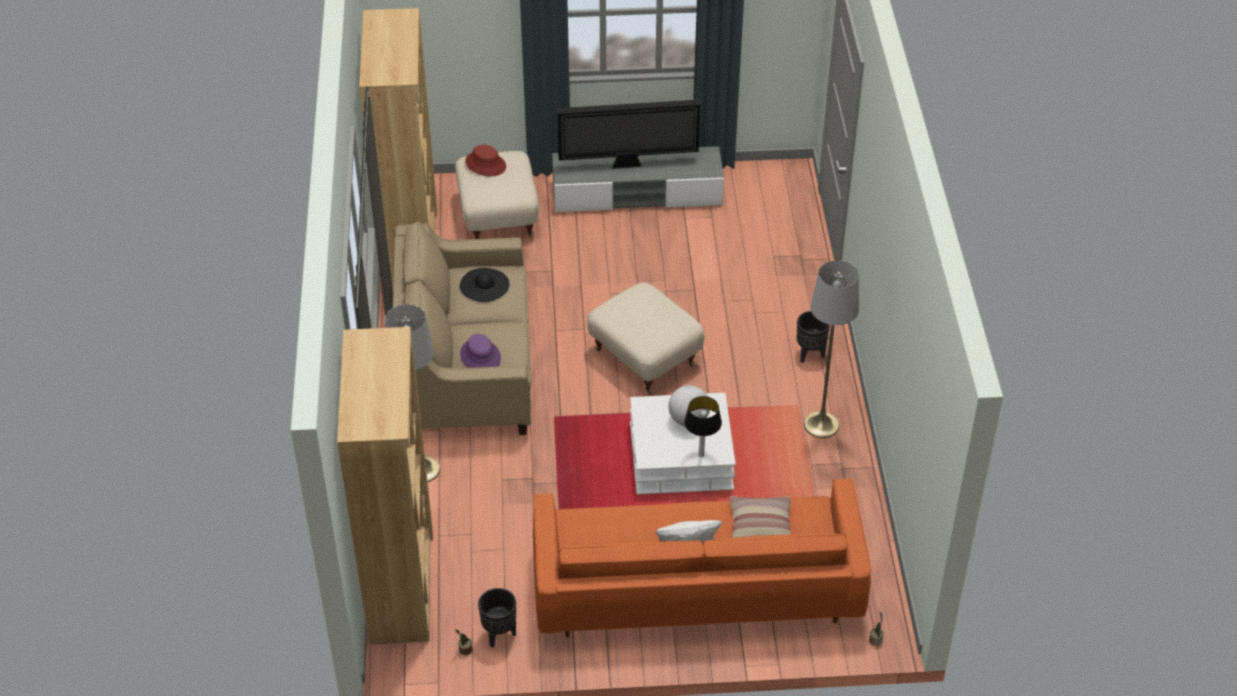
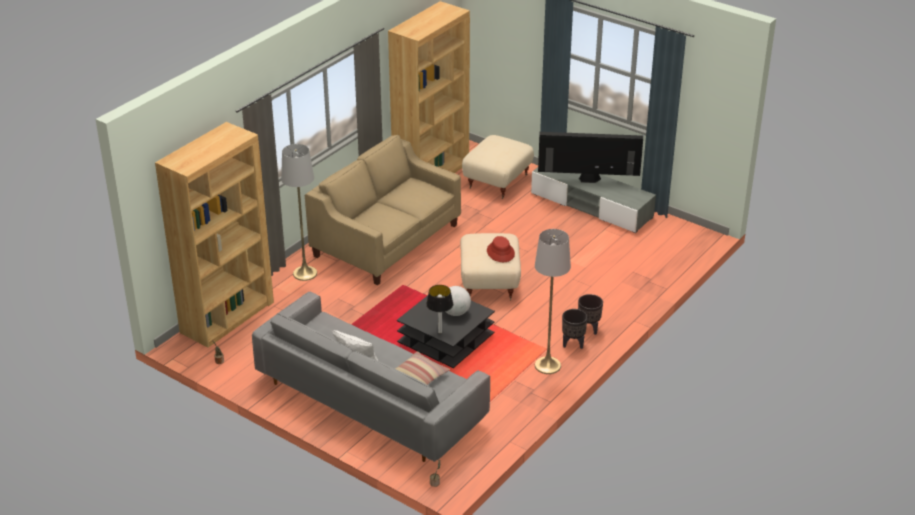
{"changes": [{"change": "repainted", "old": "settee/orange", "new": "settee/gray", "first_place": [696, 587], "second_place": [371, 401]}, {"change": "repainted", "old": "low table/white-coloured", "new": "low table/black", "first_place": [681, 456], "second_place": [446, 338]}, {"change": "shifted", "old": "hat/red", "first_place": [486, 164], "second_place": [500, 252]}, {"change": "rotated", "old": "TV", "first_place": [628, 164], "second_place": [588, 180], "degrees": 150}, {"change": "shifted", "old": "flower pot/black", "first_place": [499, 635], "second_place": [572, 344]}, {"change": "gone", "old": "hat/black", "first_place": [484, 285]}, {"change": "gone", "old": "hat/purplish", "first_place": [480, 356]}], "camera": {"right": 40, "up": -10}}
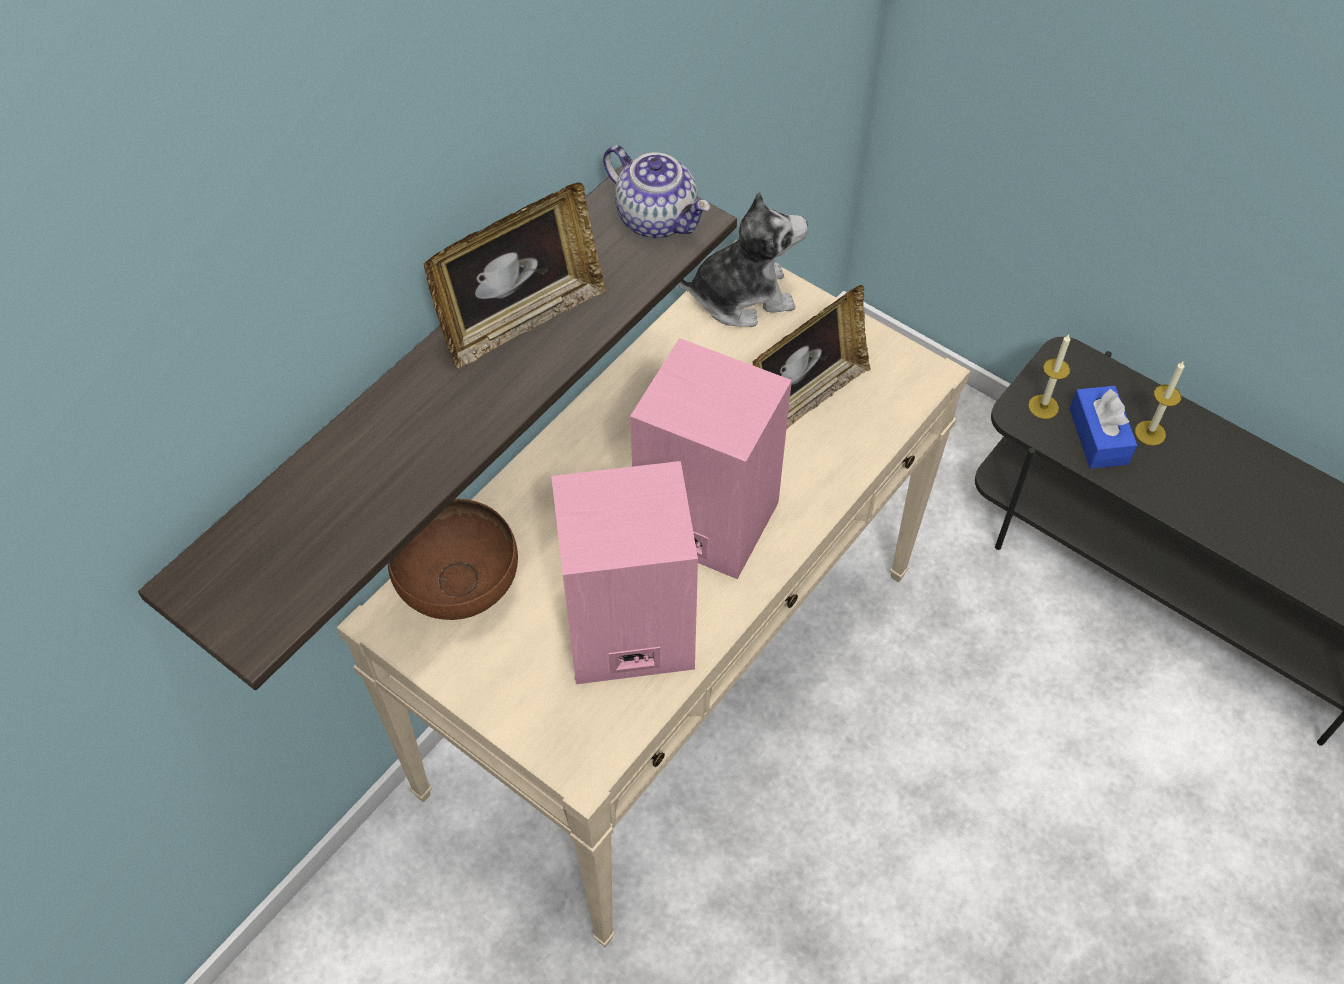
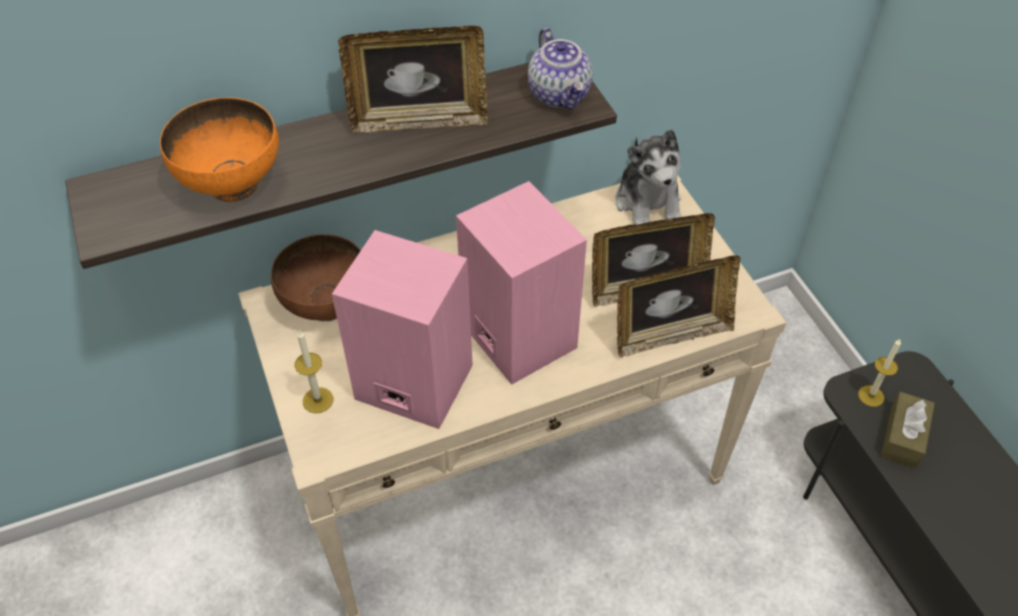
{"changes": [{"change": "new", "new": "bowl/orange", "second_place": [232, 185]}, {"change": "shifted", "old": "wax light", "first_place": [1150, 433], "second_place": [318, 400]}, {"change": "rotated", "old": "soft toy", "first_place": [741, 296], "second_place": [648, 204], "degrees": 60}, {"change": "new", "new": "picture frame", "second_place": [670, 334]}, {"change": "repainted", "old": "tissue holder/blue", "new": "tissue holder/brown", "first_place": [1098, 436], "second_place": [903, 437]}], "camera": {"right": 30, "up": -5}}
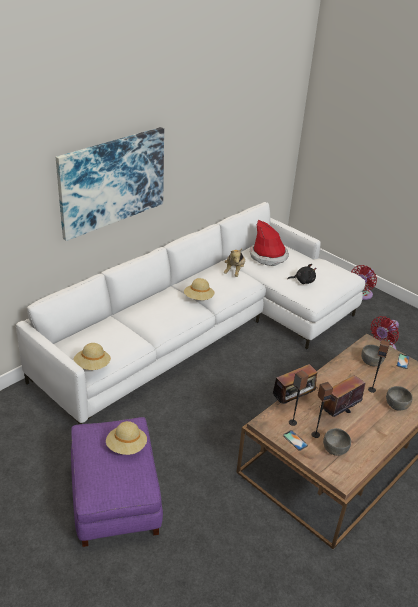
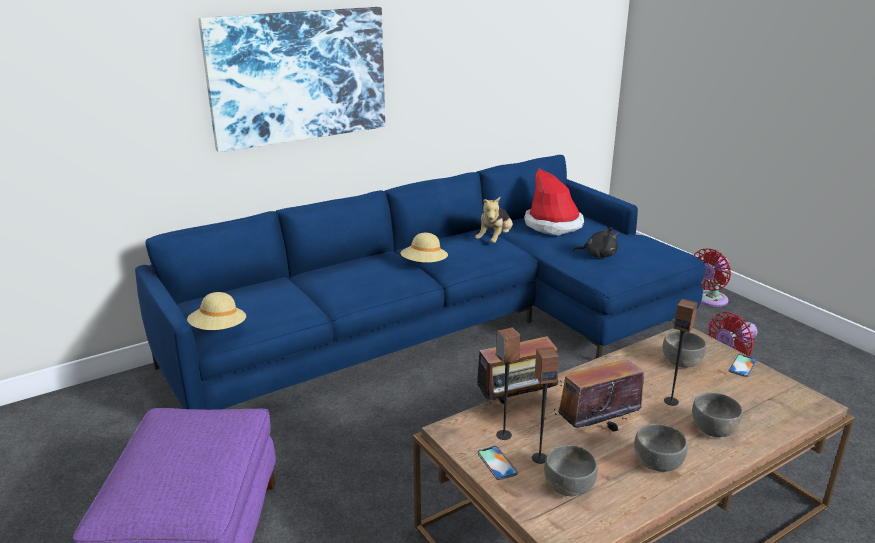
{"changes": [{"change": "repainted", "old": "settee/white-coloured", "new": "settee/blue", "first_place": [206, 331], "second_place": [446, 327]}, {"change": "new", "new": "bowl/gray", "second_place": [658, 462]}, {"change": "gone", "old": "hat/beige-coloured", "first_place": [126, 447]}], "camera": {"right": 15, "up": -10}}
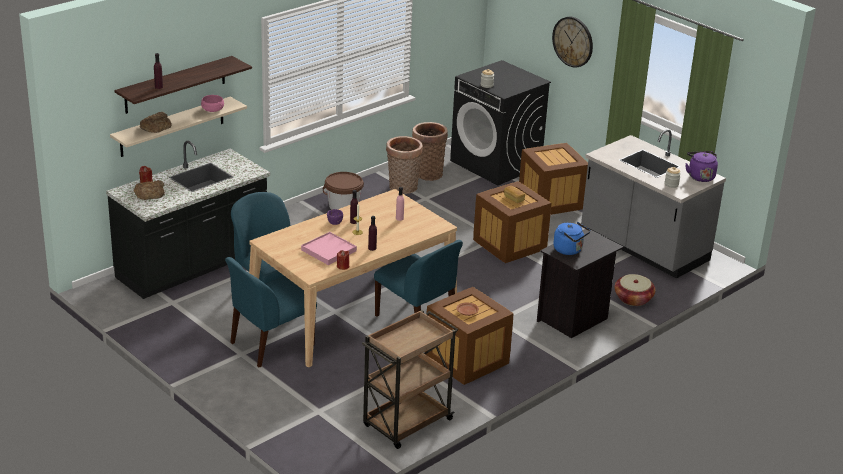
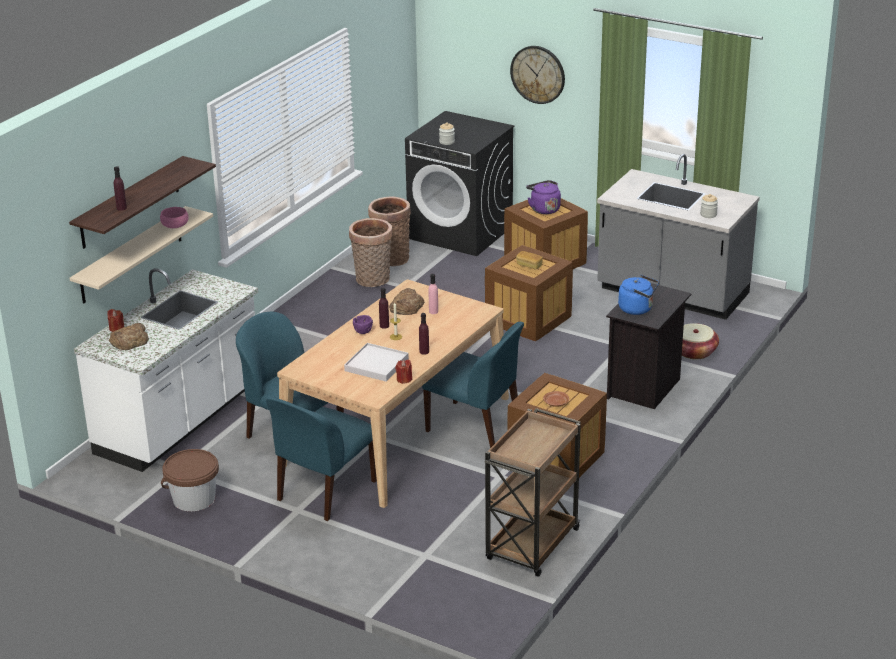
{"changes": [{"change": "repainted", "old": "counter/black", "new": "counter/white-coloured", "first_place": [193, 266], "second_place": [181, 421]}, {"change": "shifted", "old": "pail/brown", "first_place": [343, 206], "second_place": [194, 499]}, {"change": "repainted", "old": "carrying tray/pink-coloured", "new": "carrying tray/white-coloured", "first_place": [328, 250], "second_place": [376, 365]}, {"change": "shifted", "old": "bread", "first_place": [156, 126], "second_place": [406, 306]}, {"change": "shifted", "old": "tea kettle/purplish", "first_place": [700, 176], "second_place": [543, 209]}], "camera": {"right": -15, "up": 0}}
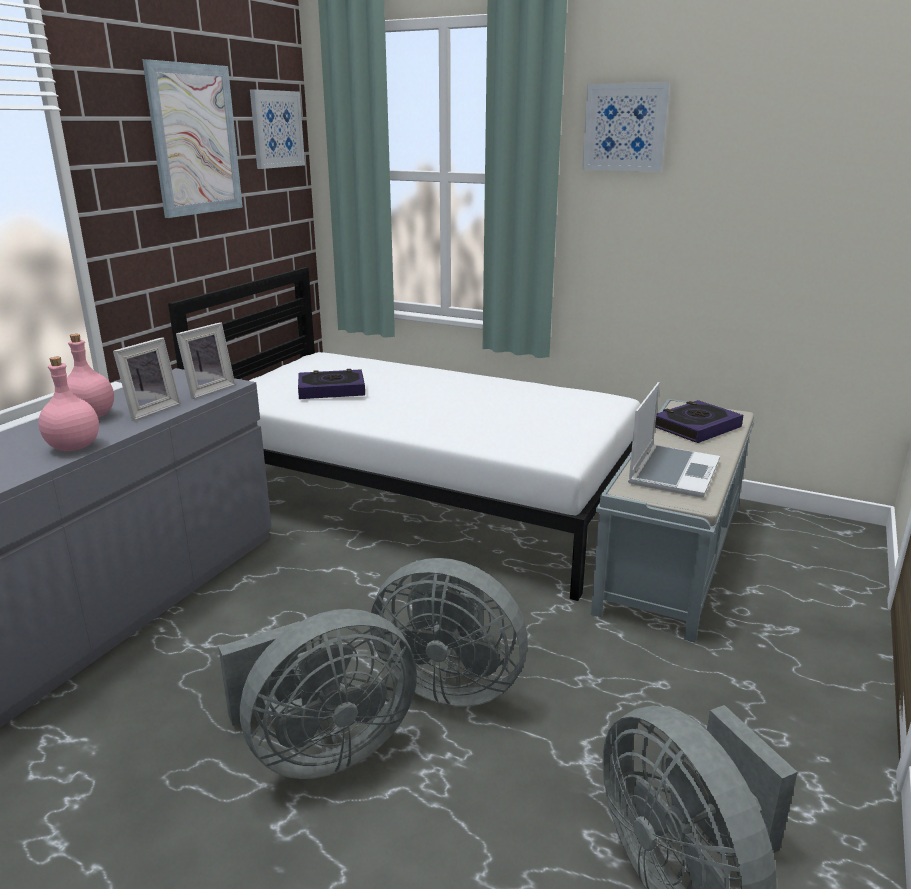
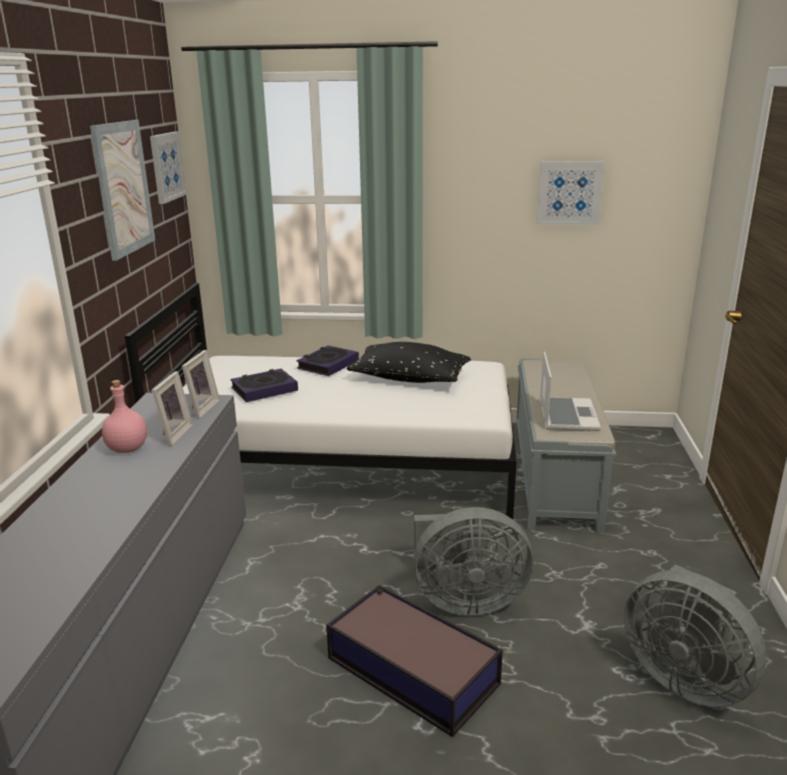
{"changes": [{"change": "shifted", "old": "volume", "first_place": [696, 427], "second_place": [328, 365]}, {"change": "swapped", "old": "fan/gray", "new": "storage bin", "first_place": [322, 750], "second_place": [411, 669]}, {"change": "new", "new": "throw pillow/black", "second_place": [409, 379]}, {"change": "shifted", "old": "picture", "first_place": [625, 127], "second_place": [569, 193]}, {"change": "gone", "old": "drink bottle/pink-coloured", "first_place": [74, 446]}], "camera": {"right": -20, "up": 0}}
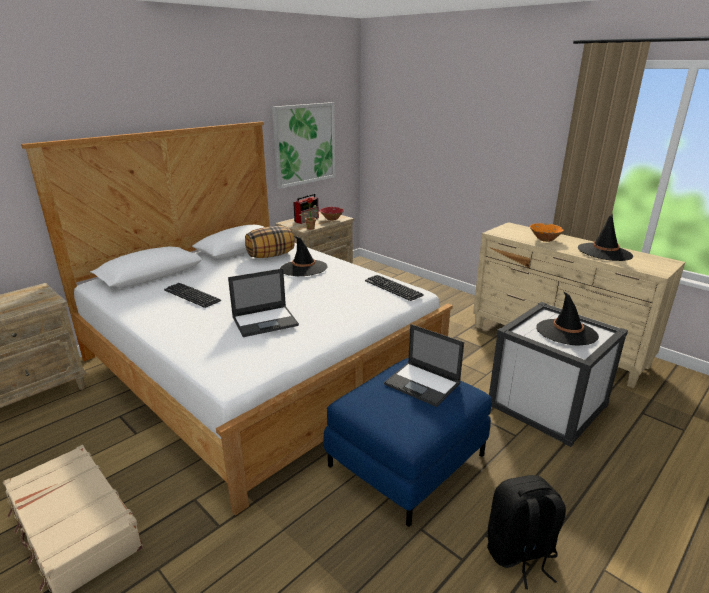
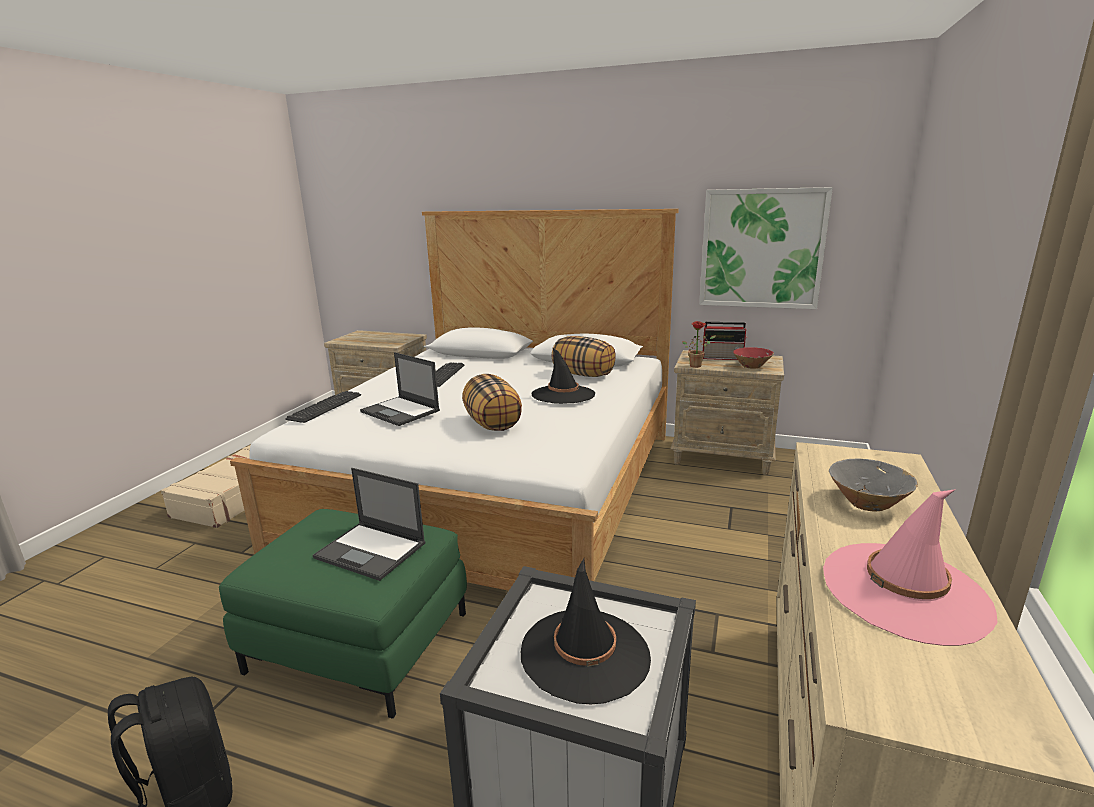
{"changes": [{"change": "repainted", "old": "footrest/blue", "new": "footrest/green-coloured", "first_place": [406, 460], "second_place": [360, 641]}, {"change": "shifted", "old": "keyboard", "first_place": [393, 288], "second_place": [325, 407]}, {"change": "rotated", "old": "notebook computer", "first_place": [423, 384], "second_place": [371, 551], "degrees": -75}, {"change": "new", "new": "throw pillow", "second_place": [493, 424]}, {"change": "repainted", "old": "hat/black", "new": "hat/pink-coloured", "first_place": [604, 252], "second_place": [904, 591]}, {"change": "repainted", "old": "bowl/orange", "new": "bowl/gray", "first_place": [544, 239], "second_place": [867, 503]}], "camera": {"right": 65, "up": -5}}
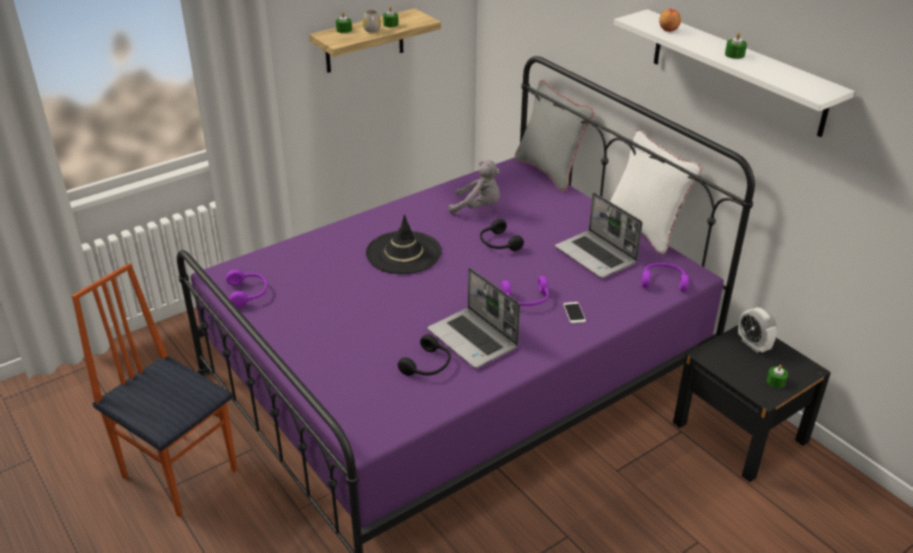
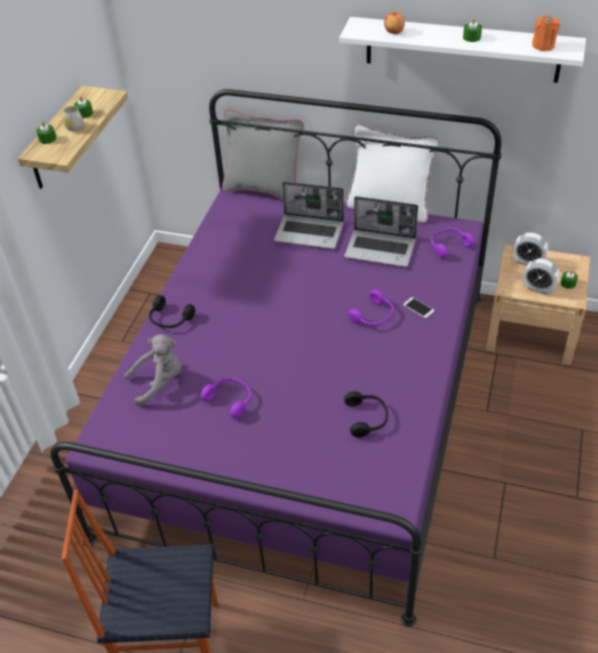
{"changes": [{"change": "shifted", "old": "soft toy/gray", "first_place": [478, 208], "second_place": [159, 382]}, {"change": "shifted", "old": "pair of headphones/black", "first_place": [498, 243], "second_place": [170, 319]}, {"change": "shifted", "old": "pair of headphones/purplish", "first_place": [248, 293], "second_place": [230, 400]}, {"change": "shifted", "old": "notebook computer", "first_place": [474, 339], "second_place": [310, 232]}, {"change": "repainted", "old": "bedside table/black", "new": "bedside table/beige-coloured", "first_place": [740, 432], "second_place": [531, 331]}, {"change": "new", "new": "table clock", "second_place": [538, 289]}, {"change": "new", "new": "wax light/orange", "second_place": [543, 46]}, {"change": "gone", "old": "hat/black", "first_place": [403, 253]}], "camera": {"right": -35, "up": 10}}
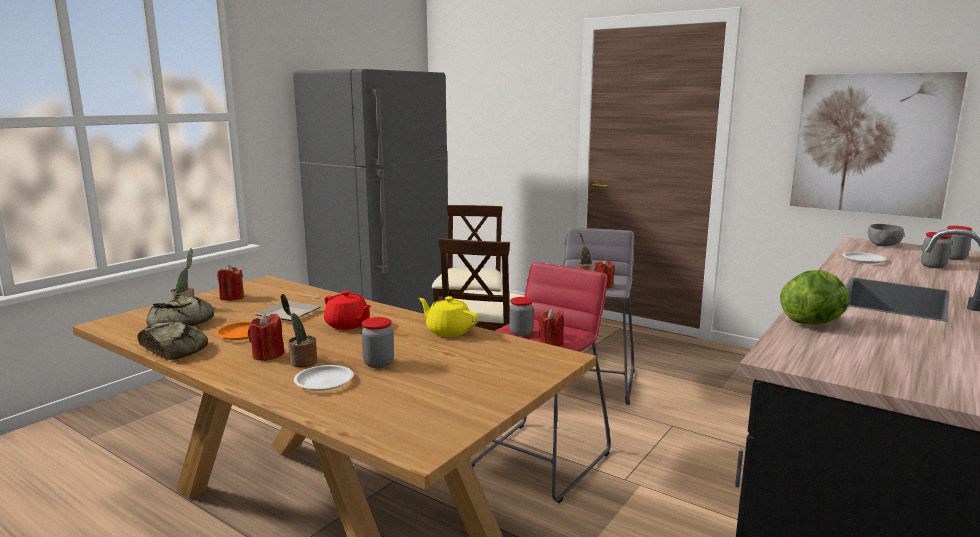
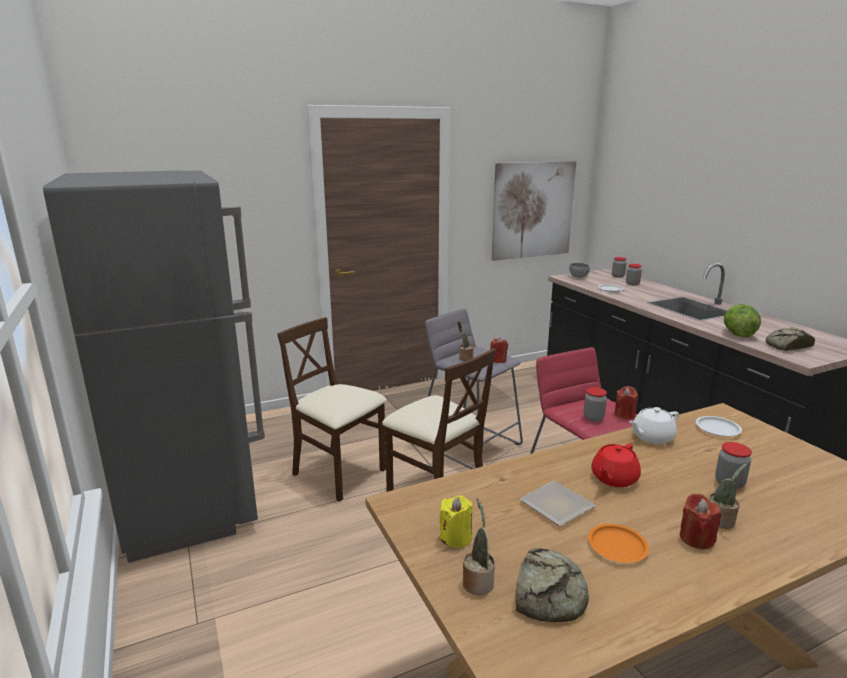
{"changes": [{"change": "repainted", "old": "wax light/red", "new": "wax light/yellowish", "first_place": [232, 297], "second_place": [456, 537]}, {"change": "rotated", "old": "tea pot/red", "first_place": [348, 325], "second_place": [613, 478], "degrees": 150}, {"change": "repainted", "old": "tea pot/yellowish", "new": "tea pot/white-coloured", "first_place": [448, 331], "second_place": [651, 437]}, {"change": "shifted", "old": "flat dish/white-coloured", "first_place": [324, 381], "second_place": [717, 429]}, {"change": "shifted", "old": "bread", "first_place": [173, 349], "second_place": [786, 346]}], "camera": {"right": -60, "up": 5}}
